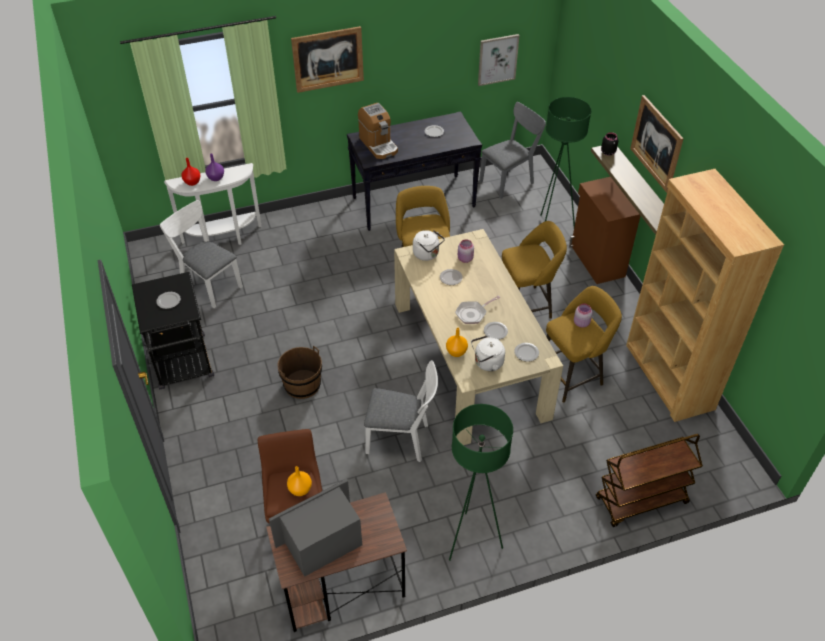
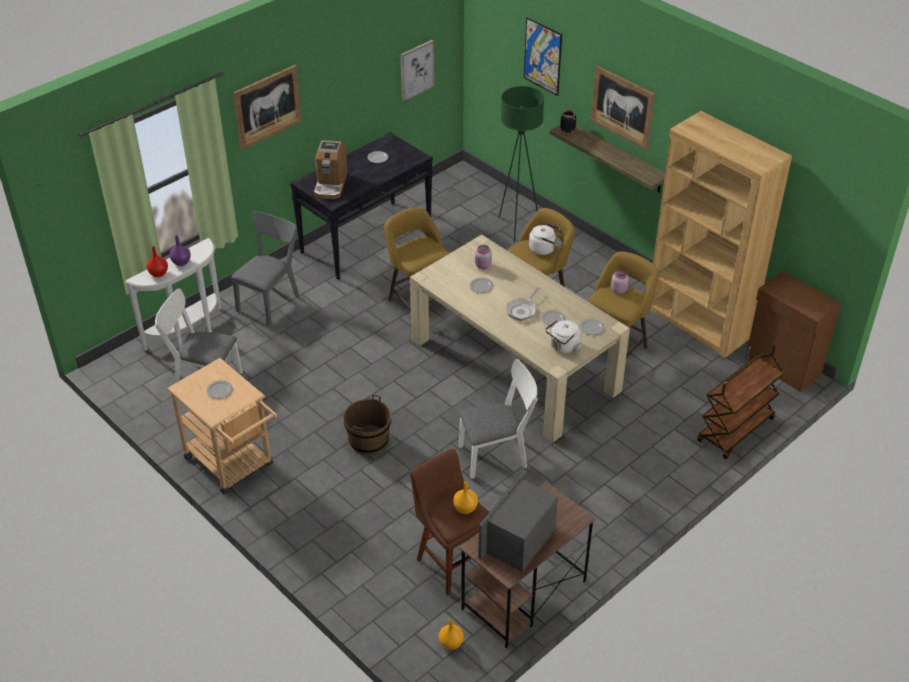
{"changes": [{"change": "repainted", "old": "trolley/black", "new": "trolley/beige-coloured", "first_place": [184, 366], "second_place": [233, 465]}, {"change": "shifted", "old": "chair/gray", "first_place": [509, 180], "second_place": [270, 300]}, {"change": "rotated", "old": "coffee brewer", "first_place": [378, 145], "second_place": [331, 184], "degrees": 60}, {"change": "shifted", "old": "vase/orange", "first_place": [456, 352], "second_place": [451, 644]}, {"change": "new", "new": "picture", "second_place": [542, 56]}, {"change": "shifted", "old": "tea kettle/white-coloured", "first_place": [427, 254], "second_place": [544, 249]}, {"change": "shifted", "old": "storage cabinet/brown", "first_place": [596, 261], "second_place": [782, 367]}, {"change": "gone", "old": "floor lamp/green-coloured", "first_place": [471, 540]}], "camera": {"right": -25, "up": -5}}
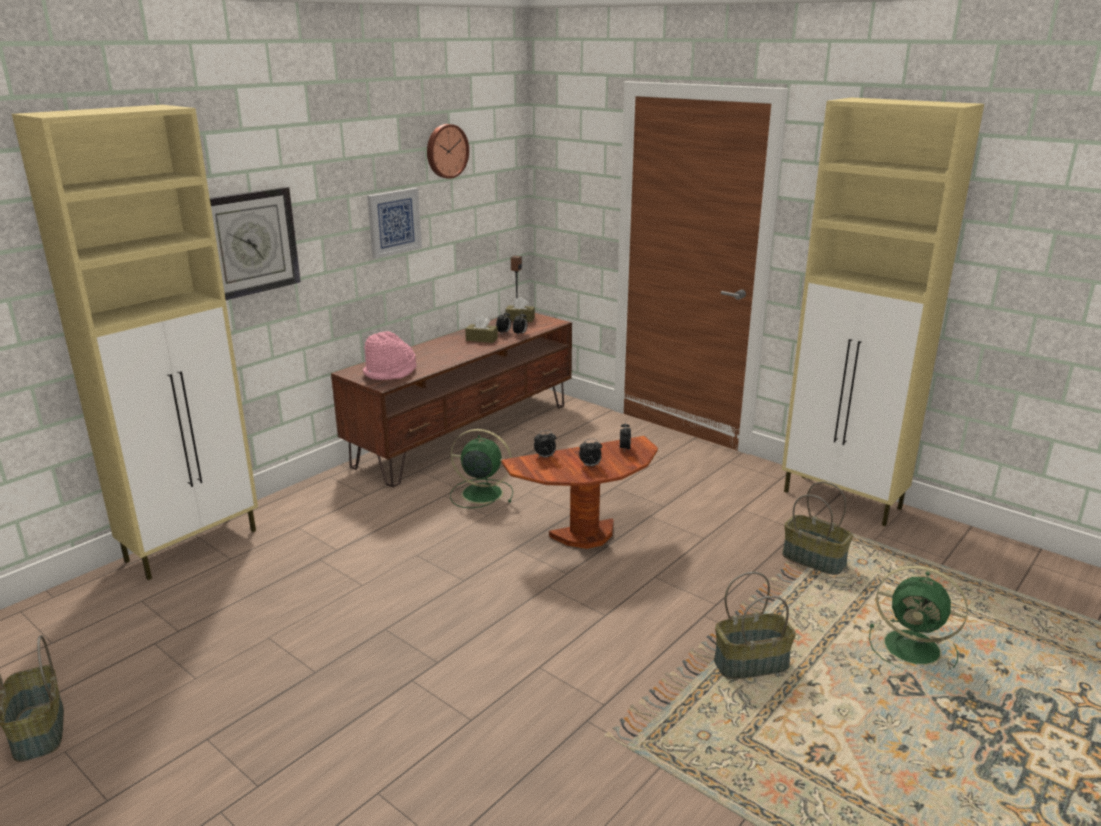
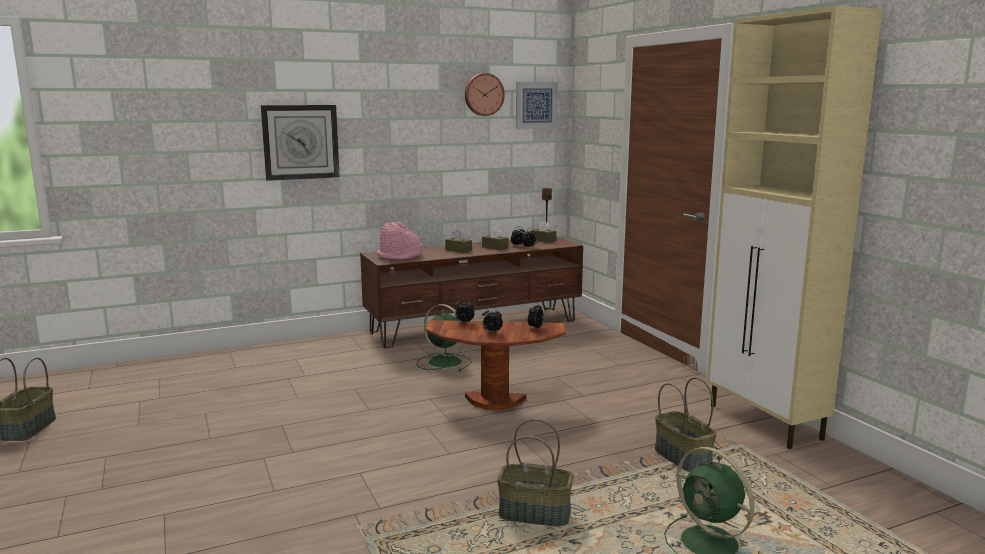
{"changes": [{"change": "new", "new": "tissue holder/brown", "second_place": [458, 250]}, {"change": "shifted", "old": "picture", "first_place": [394, 222], "second_place": [536, 105]}, {"change": "gone", "old": "storage cabinet/beige-coloured", "first_place": [194, 545]}], "camera": {"right": 25, "up": -10}}
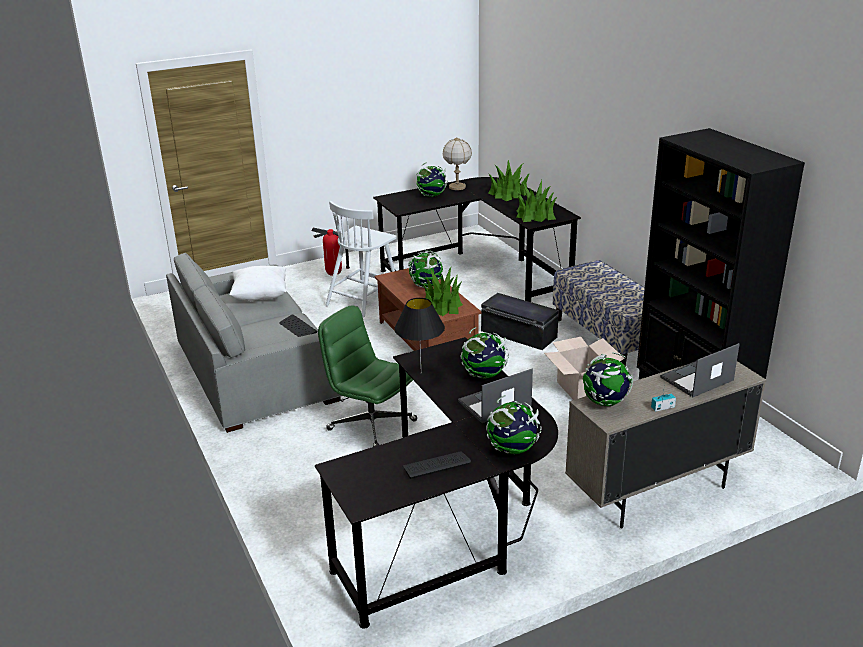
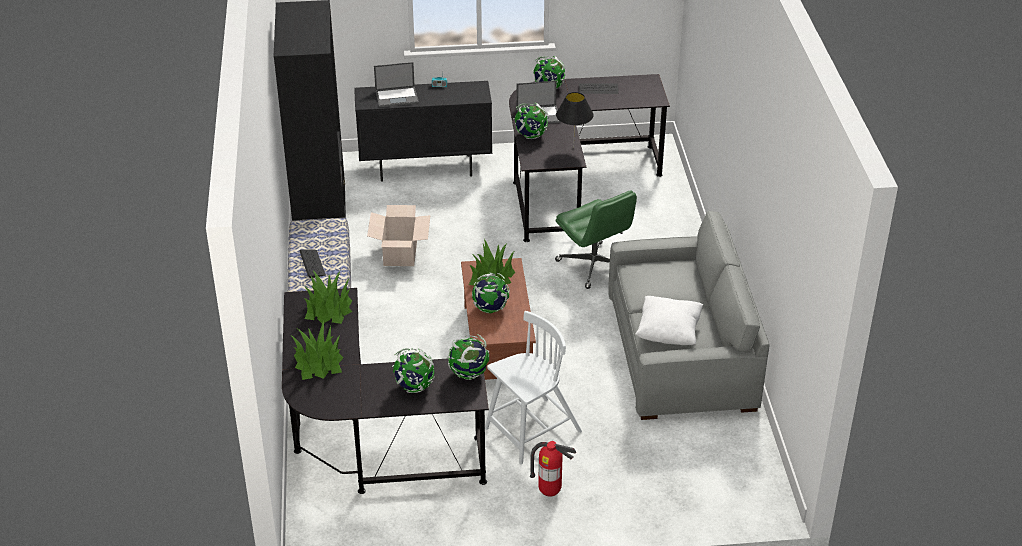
{"changes": [{"change": "shifted", "old": "keyboard", "first_place": [298, 328], "second_place": [312, 264]}, {"change": "repainted", "old": "storage cabinet/beige-coloured", "new": "storage cabinet/black", "first_place": [656, 493], "second_place": [426, 168]}, {"change": "shifted", "old": "desk globe", "first_place": [605, 402], "second_place": [469, 373]}, {"change": "gone", "old": "lamp for a table", "first_place": [457, 187]}, {"change": "gone", "old": "storage bin/black", "first_place": [518, 334]}], "camera": {"right": -160, "up": 10}}
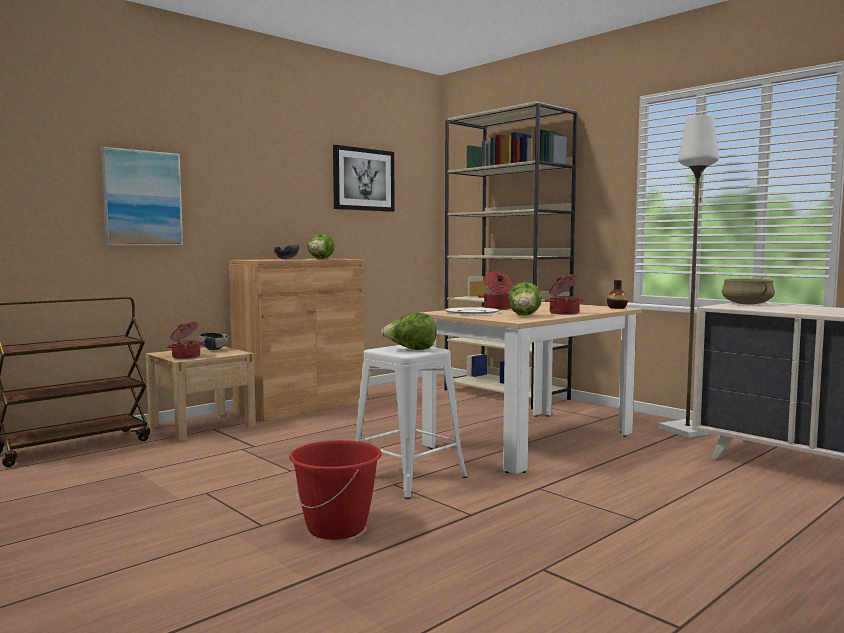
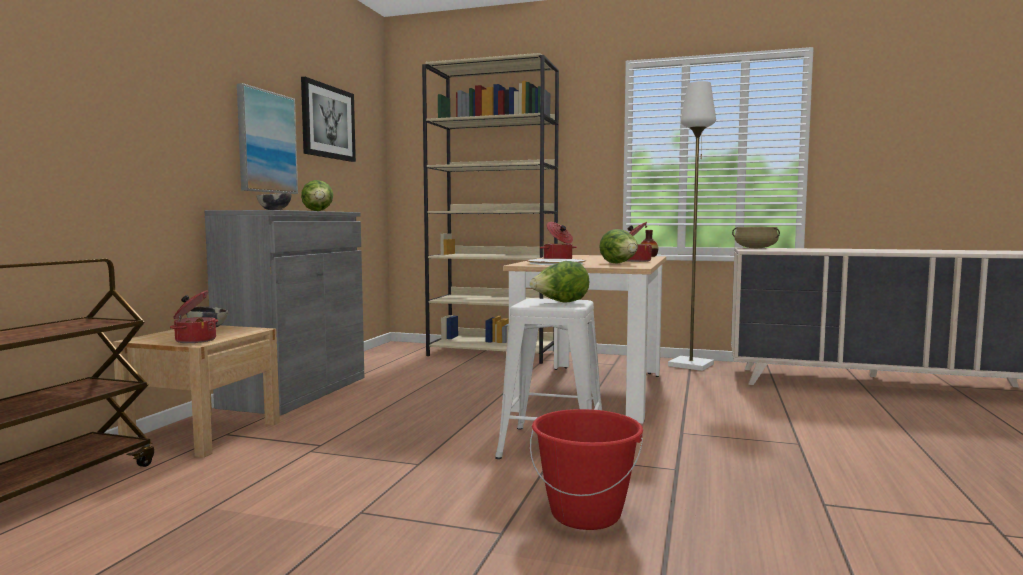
{"changes": [{"change": "repainted", "old": "storage cabinet/brown", "new": "storage cabinet/gray", "first_place": [300, 406], "second_place": [296, 391]}, {"change": "shifted", "old": "picture", "first_place": [142, 198], "second_place": [266, 142]}], "camera": {"right": -30, "up": 0}}
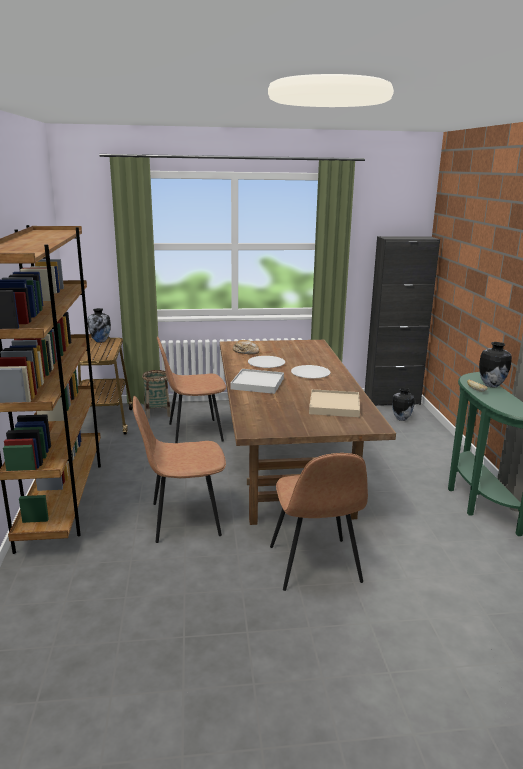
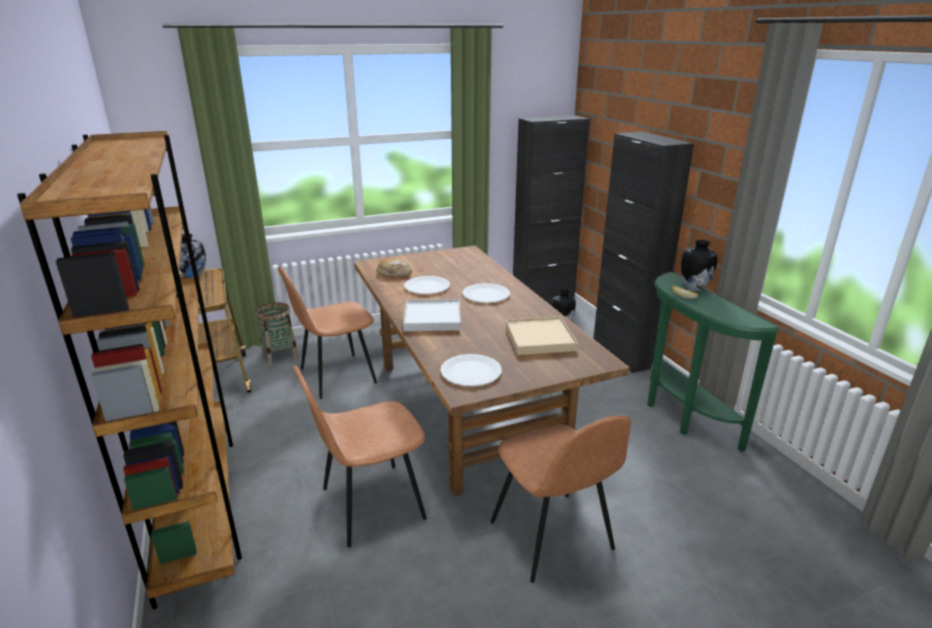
{"changes": [{"change": "new", "new": "flat dish/white-coloured", "second_place": [471, 372]}, {"change": "new", "new": "storage cabinet/black", "second_place": [624, 354]}], "camera": {"right": -15, "up": 5}}
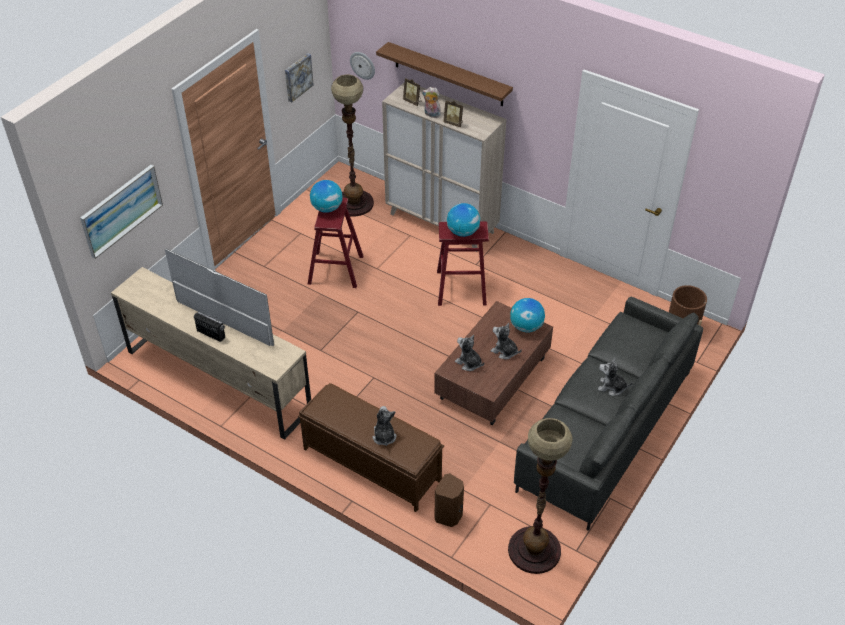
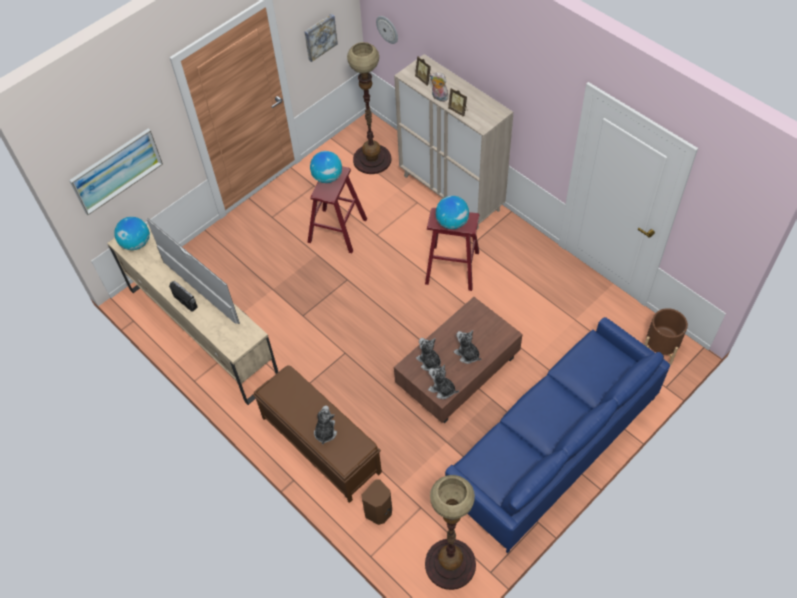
{"changes": [{"change": "shifted", "old": "desk globe", "first_place": [526, 327], "second_place": [136, 243]}, {"change": "shifted", "old": "soft toy", "first_place": [611, 387], "second_place": [442, 389]}, {"change": "repainted", "old": "settee/gray", "new": "settee/blue", "first_place": [604, 429], "second_place": [552, 446]}, {"change": "gone", "old": "wall shelf/brown", "first_place": [448, 74]}], "camera": {"right": 15, "up": 10}}
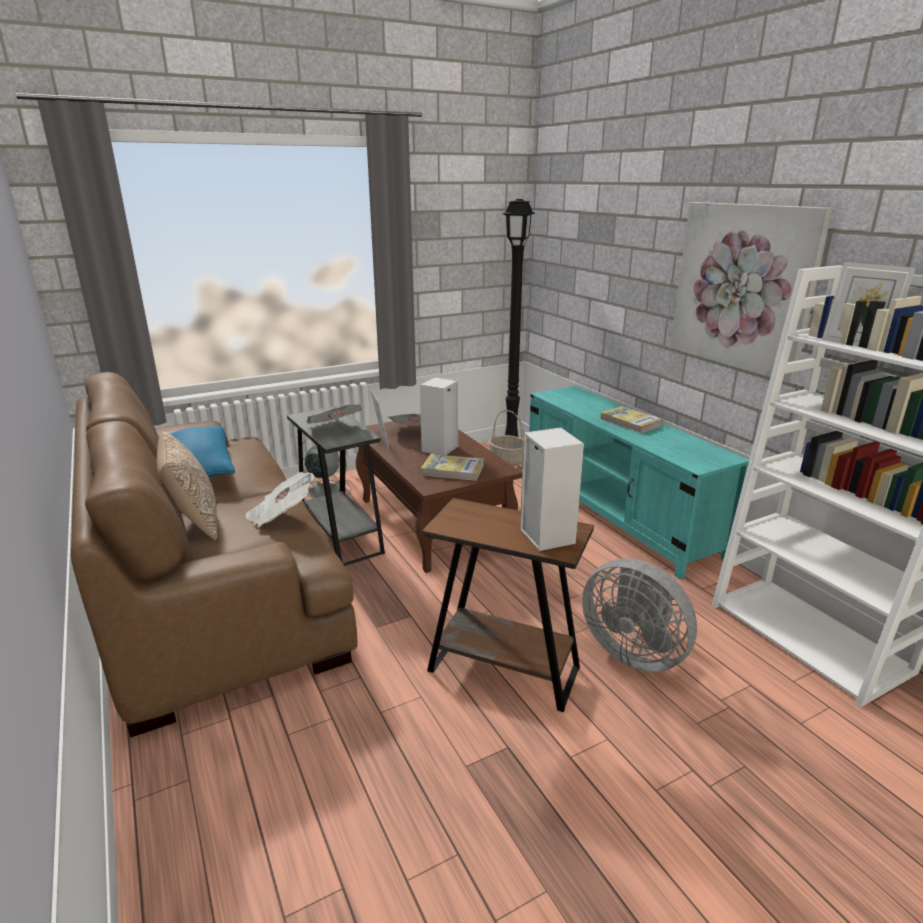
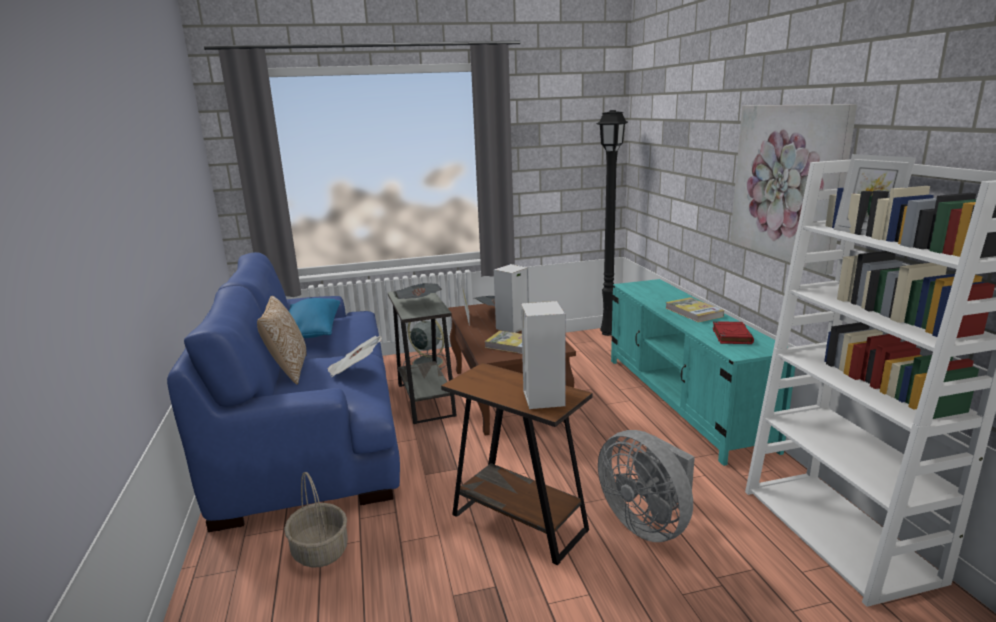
{"changes": [{"change": "repainted", "old": "settee/brown", "new": "settee/blue", "first_place": [214, 585], "second_place": [312, 427]}, {"change": "shifted", "old": "basket", "first_place": [507, 461], "second_place": [319, 550]}, {"change": "new", "new": "volume/red", "second_place": [731, 336]}], "camera": {"right": 15, "up": -5}}
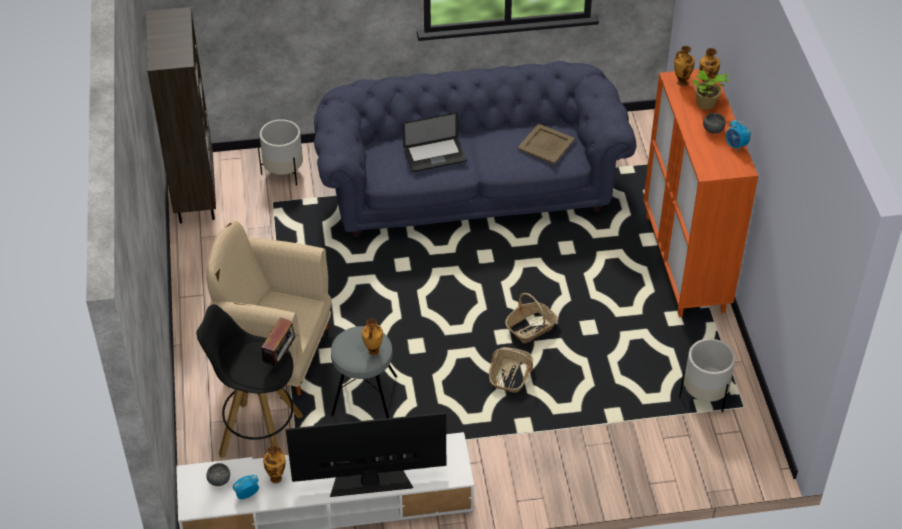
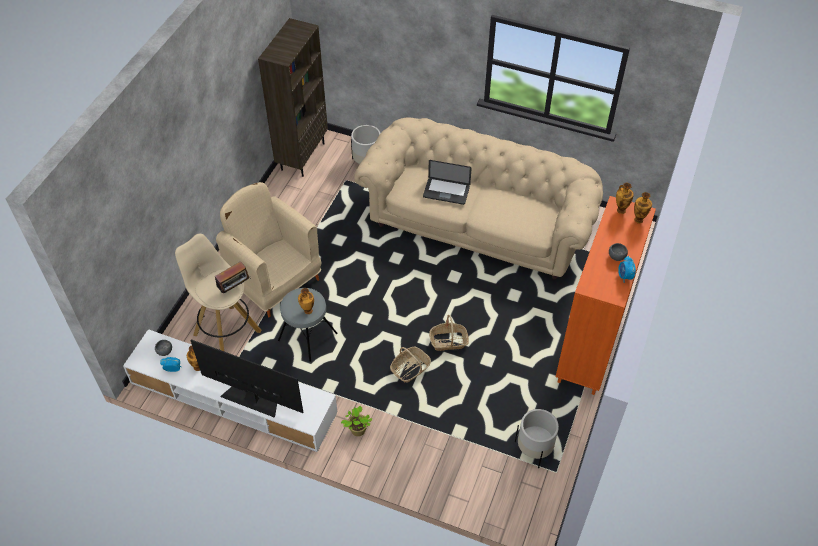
{"changes": [{"change": "repainted", "old": "stool/black", "new": "stool/beige-coloured", "first_place": [259, 435], "second_place": [226, 332]}, {"change": "shifted", "old": "plant in a pot", "first_place": [706, 105], "second_place": [357, 431]}, {"change": "repainted", "old": "settee/blue", "new": "settee/beige-coloured", "first_place": [469, 188], "second_place": [478, 223]}, {"change": "gone", "old": "carrying tray/beige-coloured", "first_place": [545, 144]}], "camera": {"right": 30, "up": 5}}
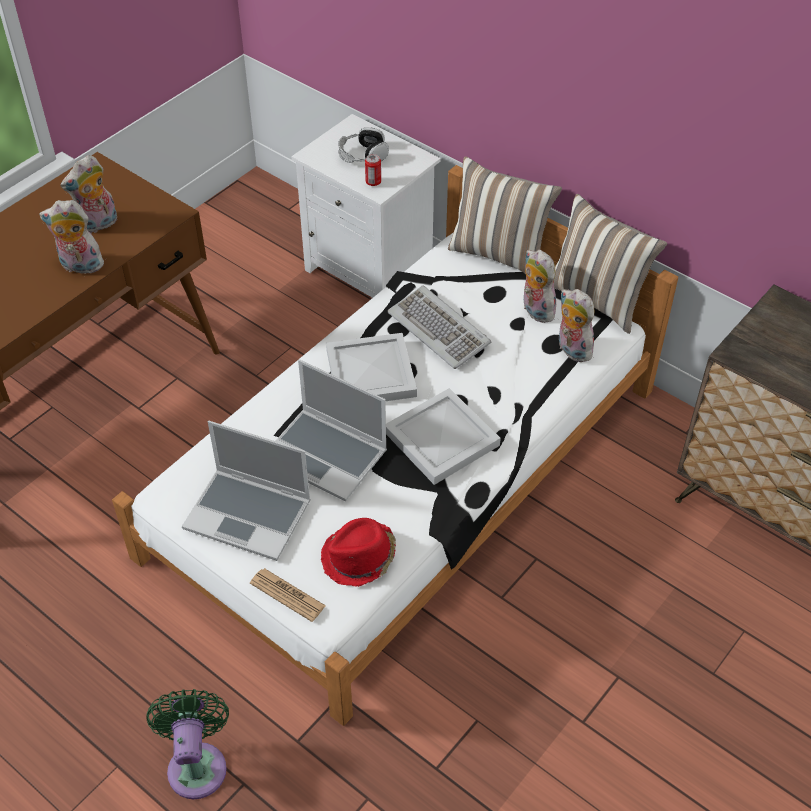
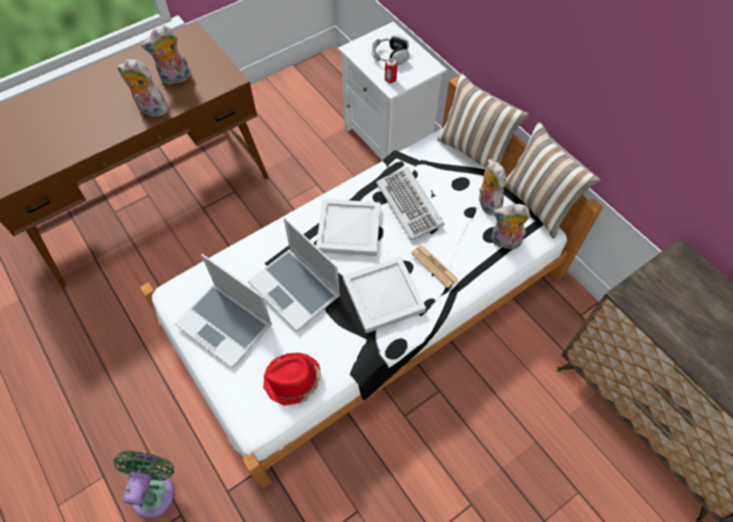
{"changes": [{"change": "shifted", "old": "printed paper", "first_place": [287, 595], "second_place": [434, 266]}, {"change": "rotated", "old": "soft toy", "first_place": [571, 349], "second_place": [504, 242], "degrees": -60}], "camera": {"right": 15, "up": 10}}
